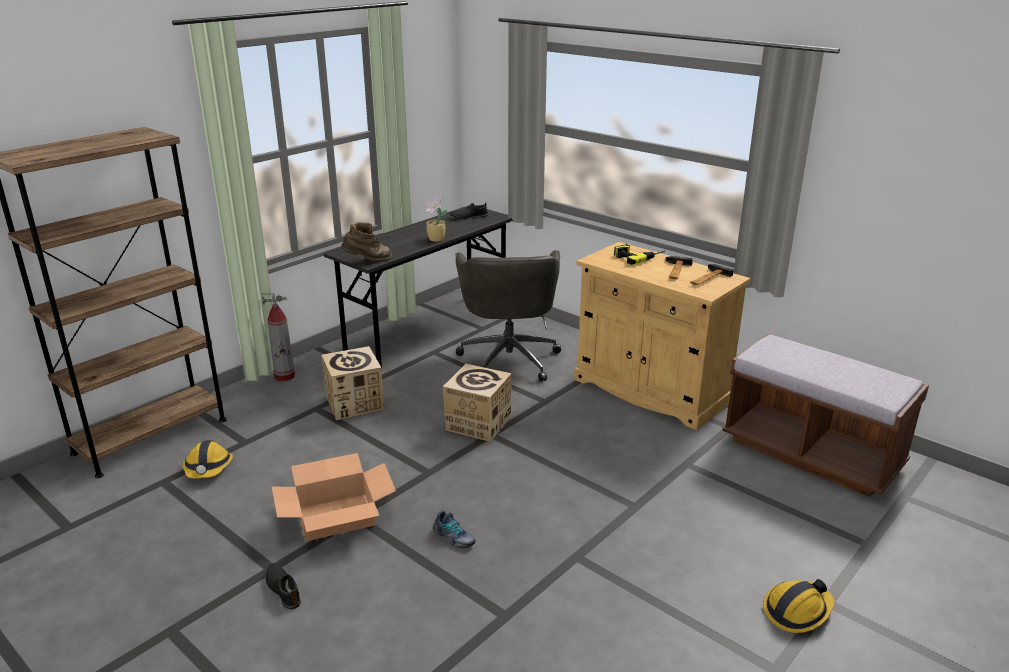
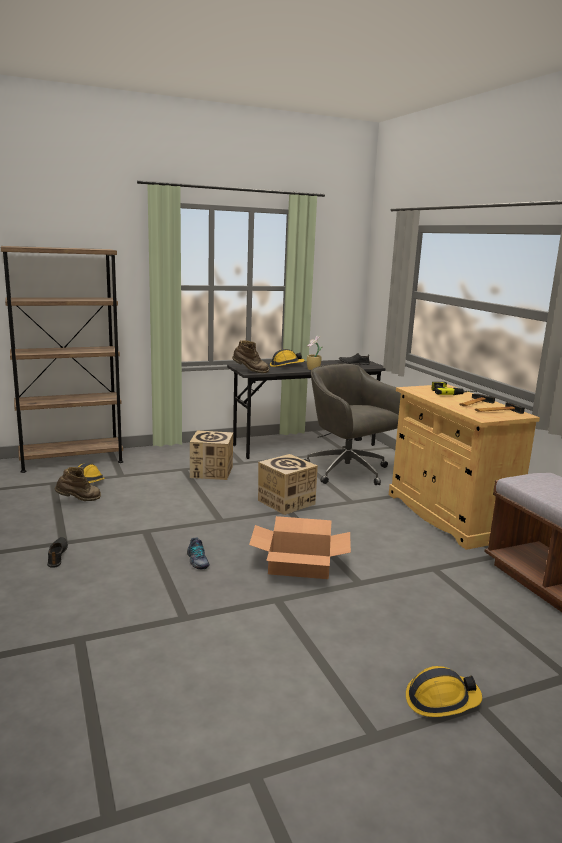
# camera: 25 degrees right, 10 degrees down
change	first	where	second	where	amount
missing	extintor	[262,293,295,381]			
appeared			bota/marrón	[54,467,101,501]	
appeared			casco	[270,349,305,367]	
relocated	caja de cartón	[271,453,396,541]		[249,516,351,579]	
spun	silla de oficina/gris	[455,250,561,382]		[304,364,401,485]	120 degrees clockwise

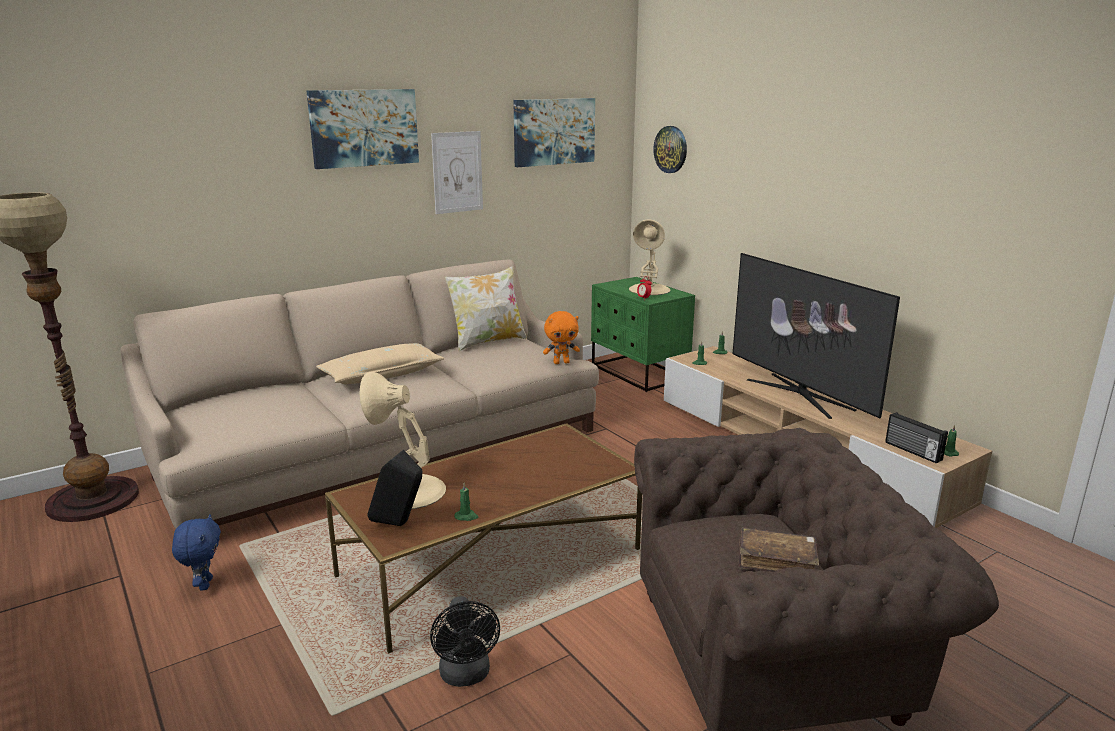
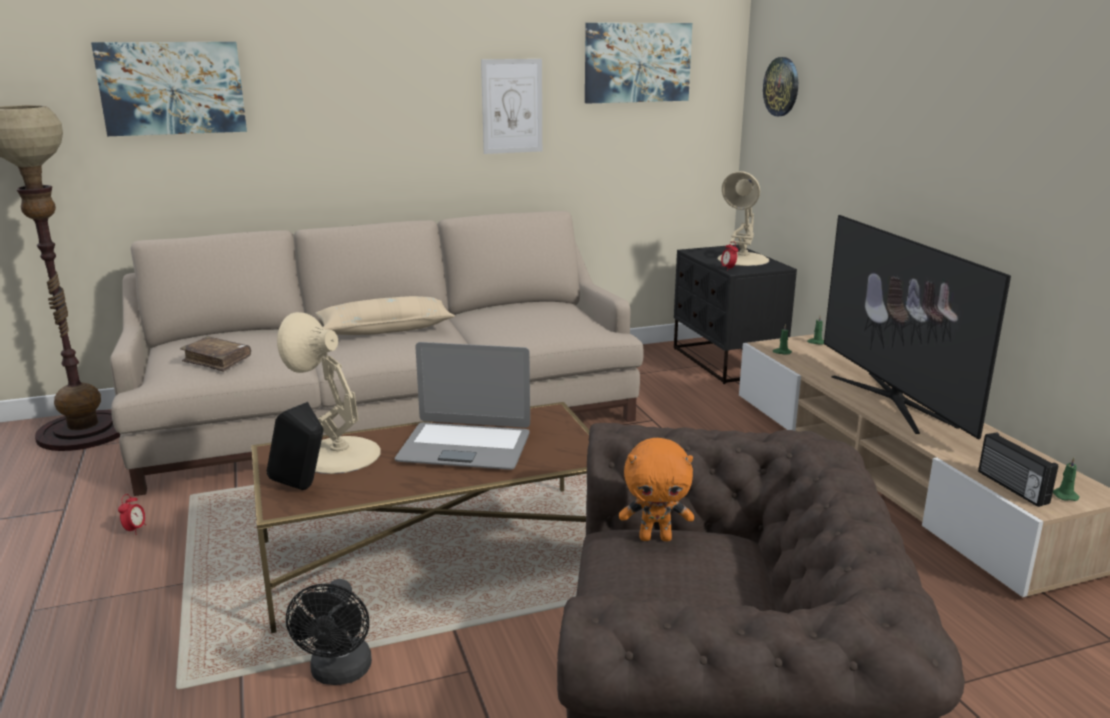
# camera: 15 degrees right, 0 degrees up
change	first	where	second	where	amount
missing	cojín	[444,266,527,352]			
missing	vela/verde	[454,483,478,521]			
appeared			portátil	[395,342,530,470]	
relocated	cuadro	[306,89,419,169]		[91,42,247,136]	
relocated	peluche/naranja	[543,311,580,364]		[619,438,694,541]	
relocated	libro/marrón	[738,527,819,572]		[180,337,251,372]	
exchanged	peluche/azul	[172,514,221,591]	despertador	[118,494,146,535]	
colour	mesita de noche/verde	[591,277,695,392]	mesita de noche/negro	[674,245,797,384]	

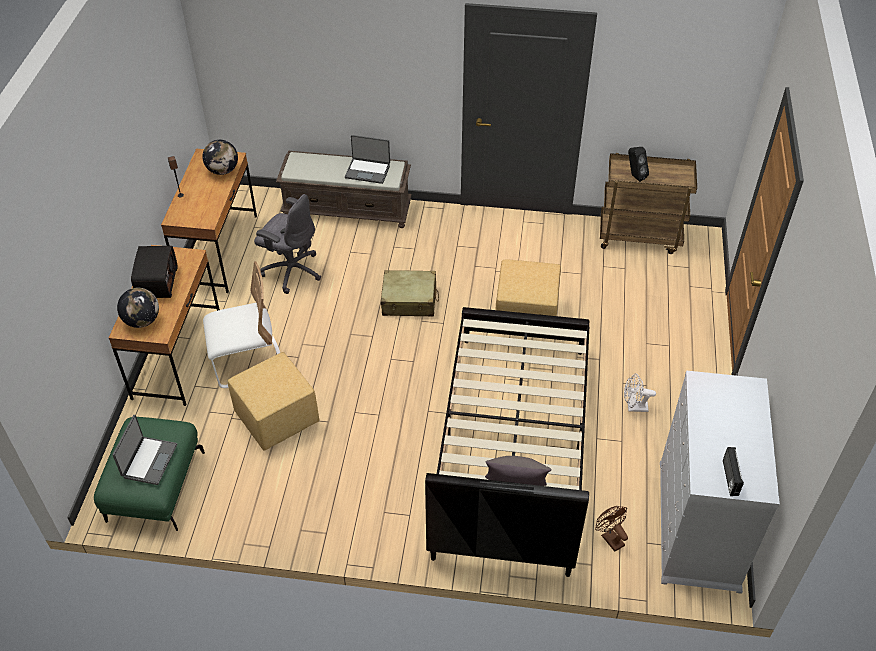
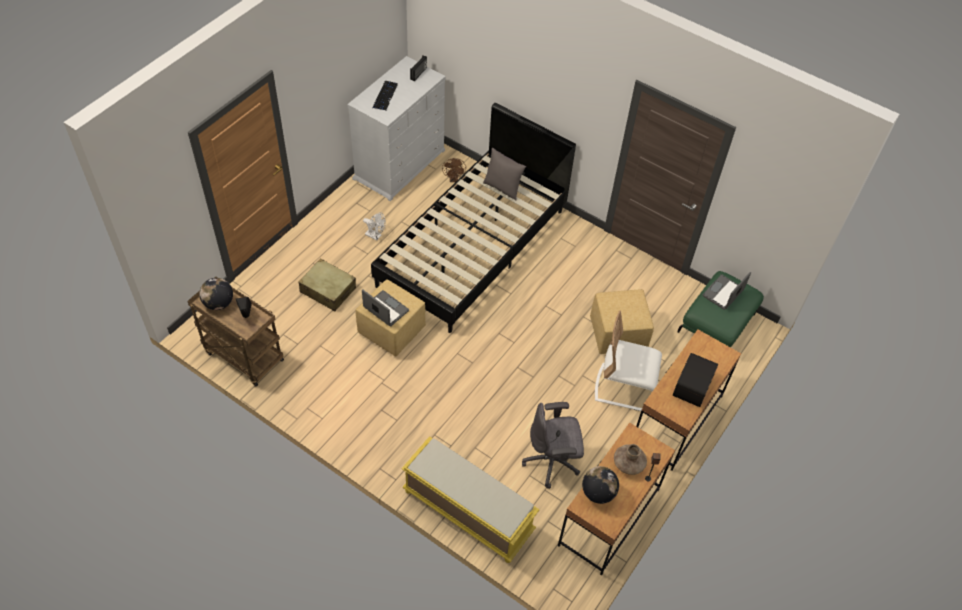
# camera: 155 degrees left, 5 degrees up
change	first	where	second	where	amount
appeared			teclado	[372,80,398,110]	
appeared			florero/marrón	[614,444,647,475]	
relocated	globo terráqueo	[117,288,159,328]		[199,278,233,310]	
relocated	portátil	[345,135,390,184]		[362,289,409,327]	
relocated	maleta/beis	[381,270,439,316]		[298,258,356,311]	
colour	banco/marrón	[276,151,412,228]	banco/amarillo	[401,436,539,563]	
spun	silla de oficina/gris	[254,194,321,294]		[522,402,584,489]	60 degrees counterclockwise

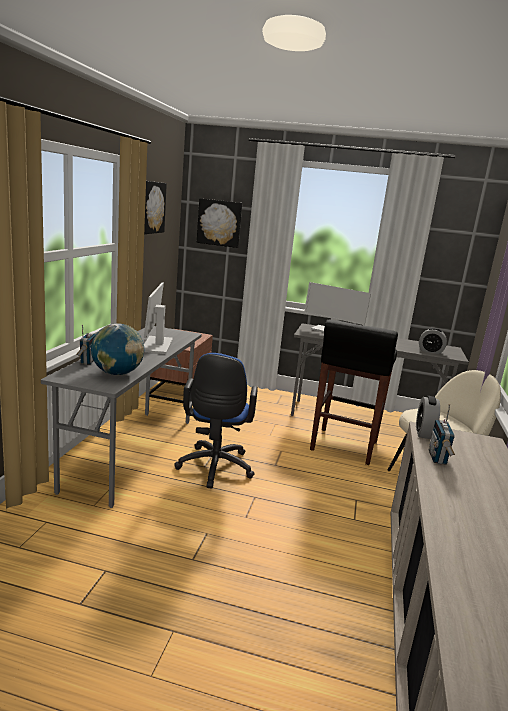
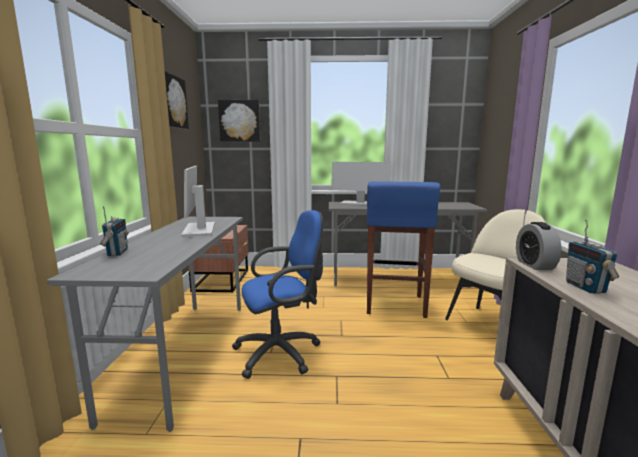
# camera: 10 degrees left, 5 degrees down
change	first	where	second	where	amount
missing	globo terráqueo	[91,323,144,375]			
missing	despertador	[419,328,447,354]			
colour	taburete/negro	[310,319,398,465]	taburete/azul	[367,181,440,318]	
spun	silla de oficina/azul	[174,353,258,489]		[232,210,323,379]	105 degrees counterclockwise

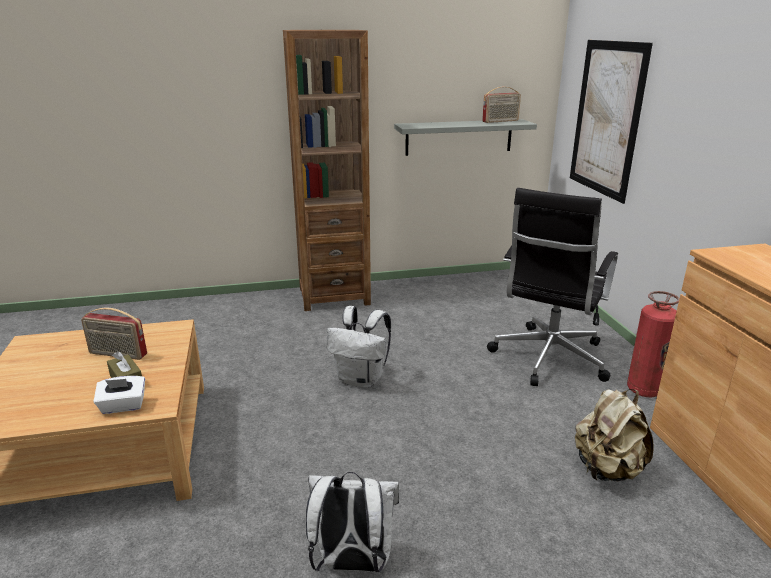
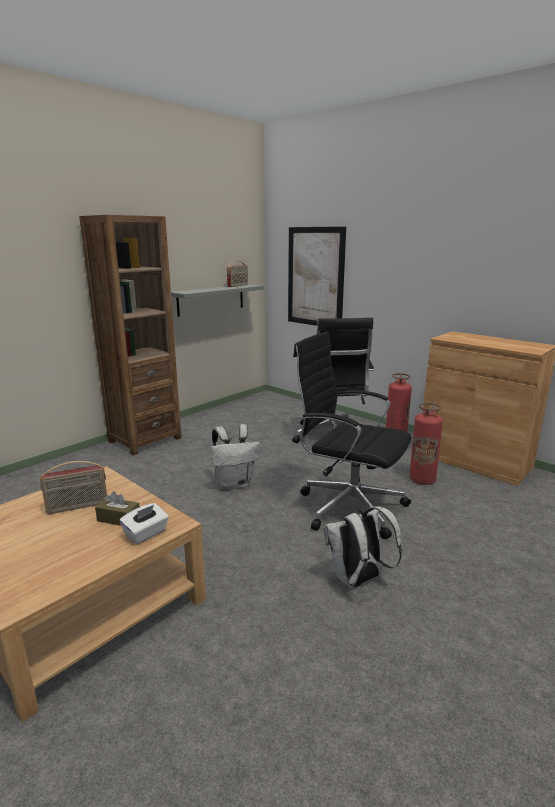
# camera: 35 degrees left, 5 degrees down
change	first	where	second	where	amount
appeared			silla de oficina/negro	[293,331,411,539]	
exchanged	mochila/beis	[575,389,654,481]	extintor	[410,403,443,485]	

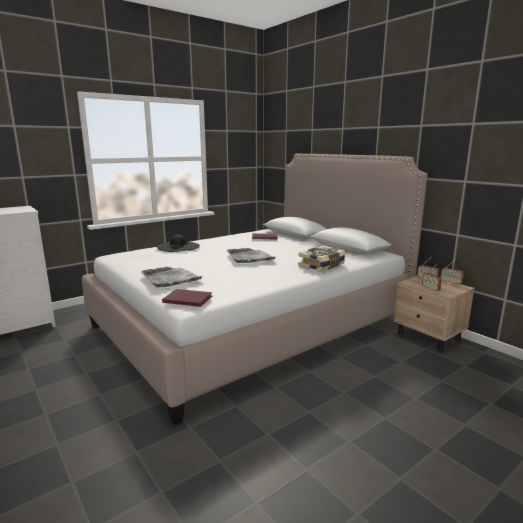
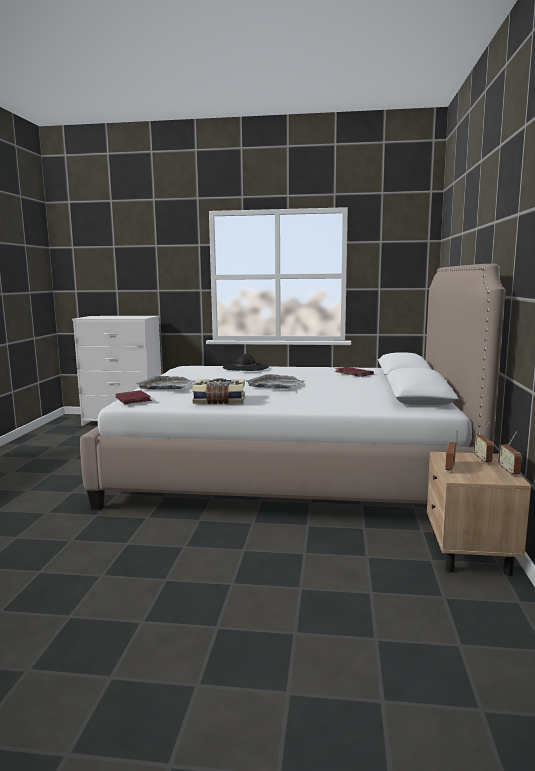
# camera: 45 degrees right, 5 degrees down
change	first	where	second	where	amount
relocated	libro	[298,246,345,272]		[192,378,245,404]	

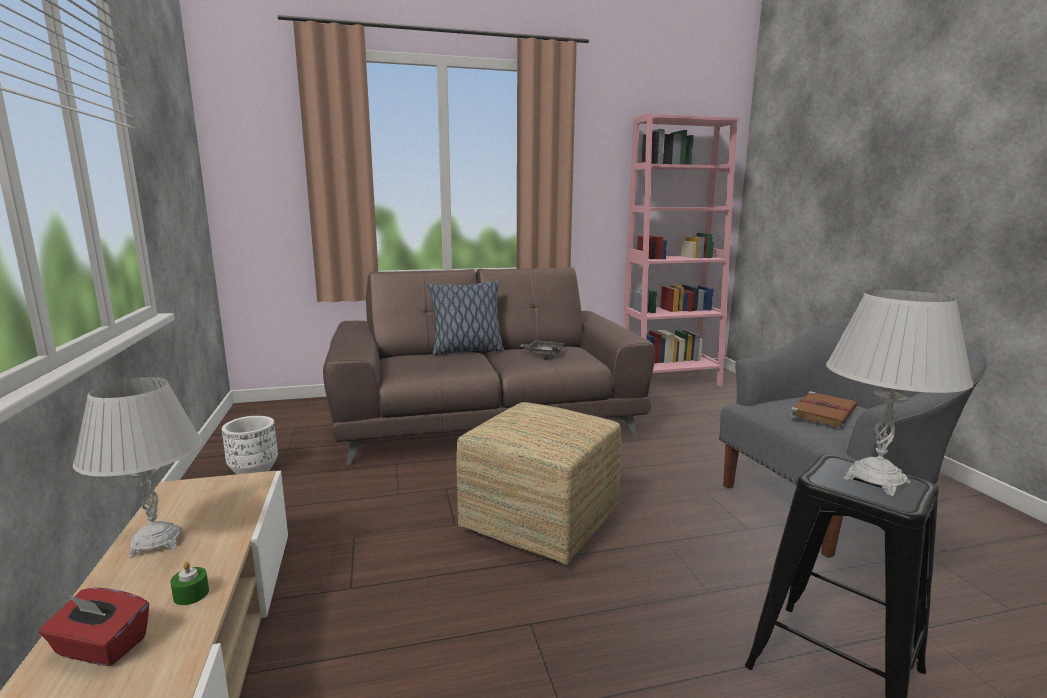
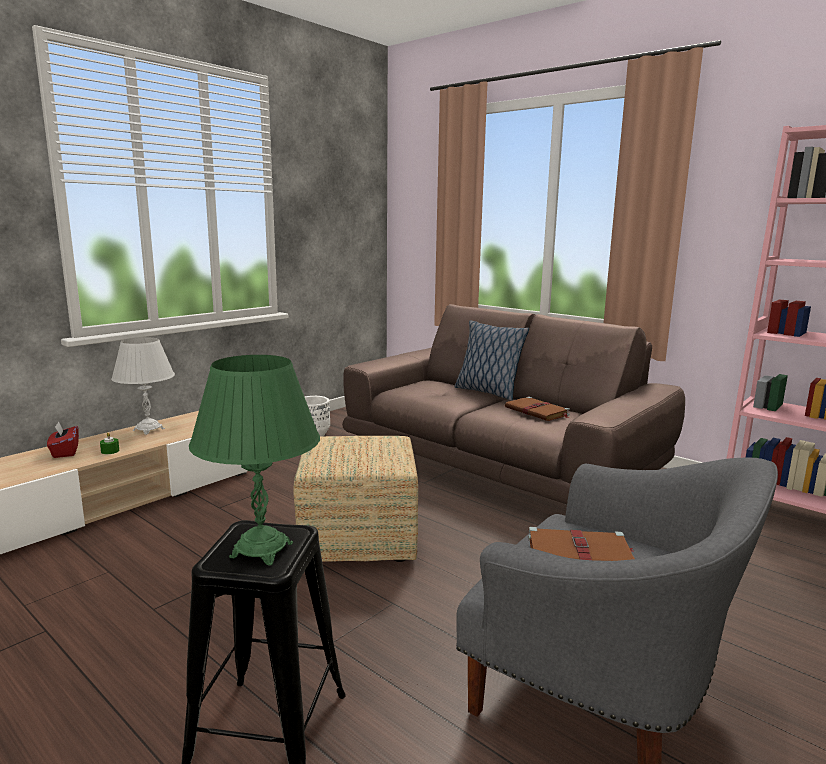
# camera: 55 degrees right, 0 degrees up
change	first	where	second	where	amount
exchanged	bandeja/gris	[520,340,565,355]	libro/marrón	[505,397,570,421]	
colour	lámpara de mesa/blanco	[826,290,973,496]	lámpara de mesa/verde	[189,355,320,566]	

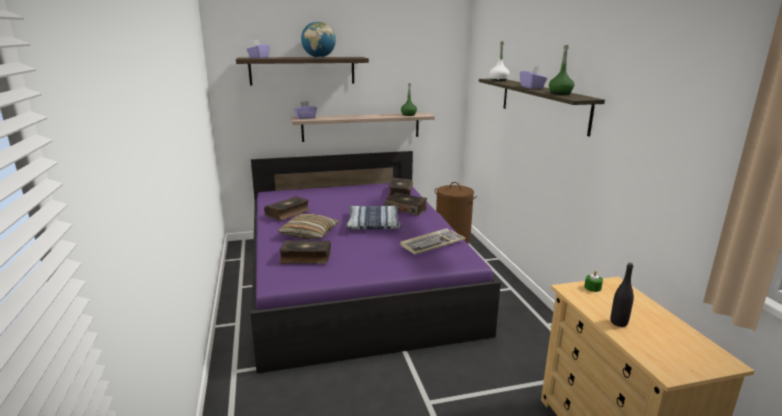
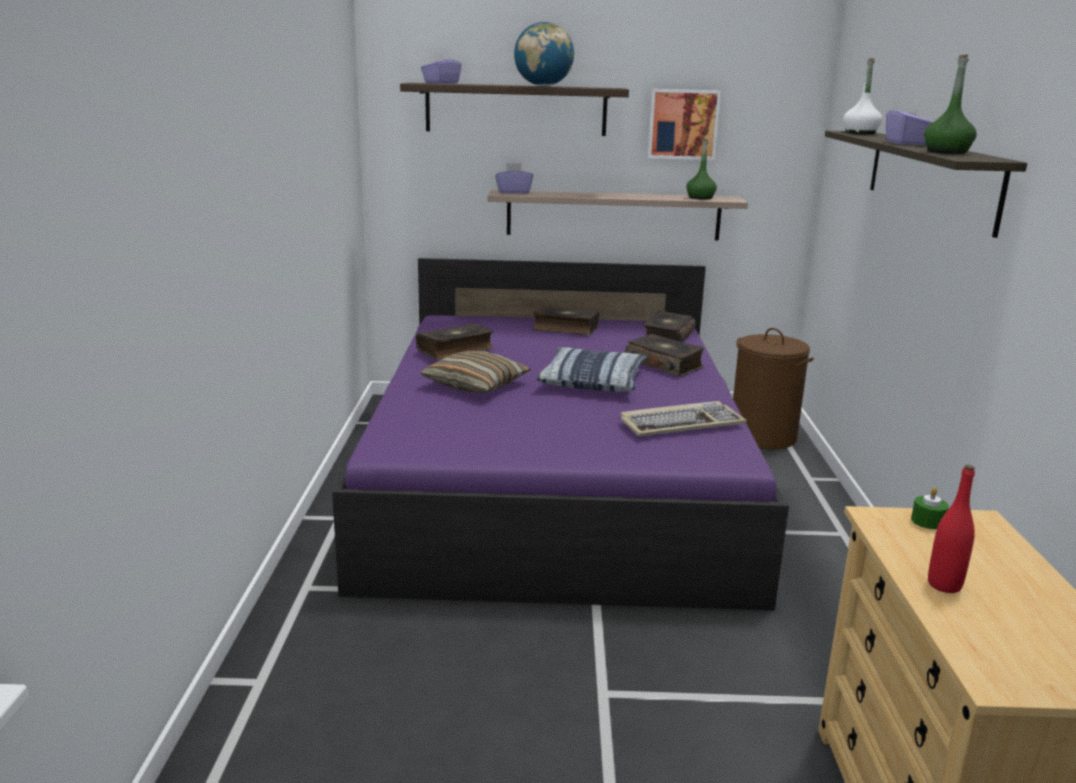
# camera: 15 degrees right, 0 degrees up
change	first	where	second	where	amount
appeared			cuadro	[647,89,721,160]	
relocated	libro	[279,240,331,264]		[533,306,599,335]	
colour	botella/negro	[610,263,634,327]	botella/rojo	[928,465,975,593]	

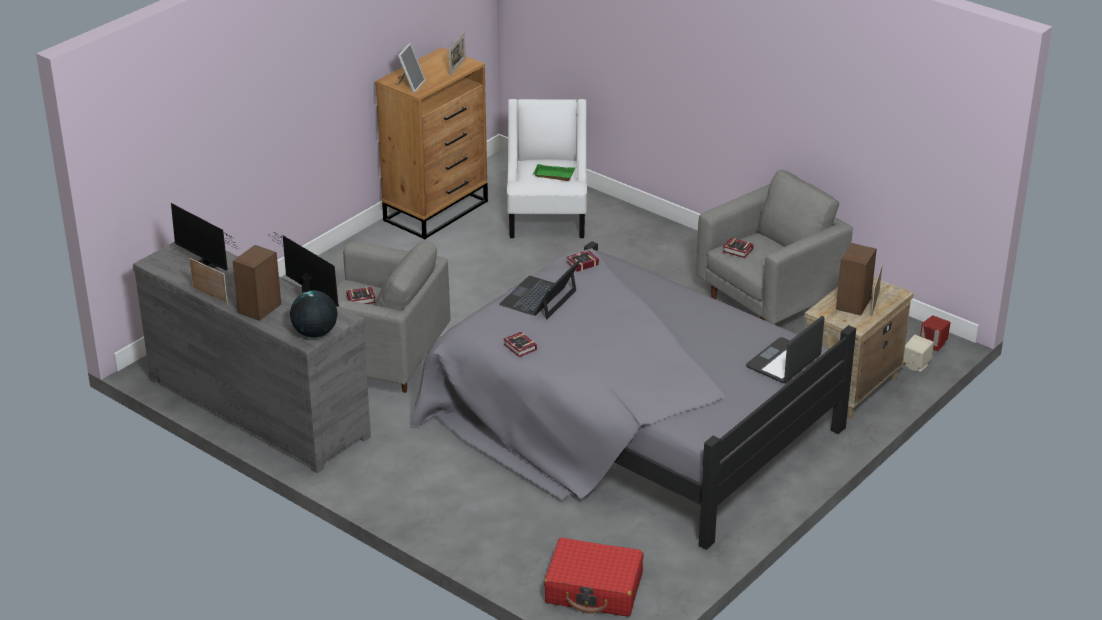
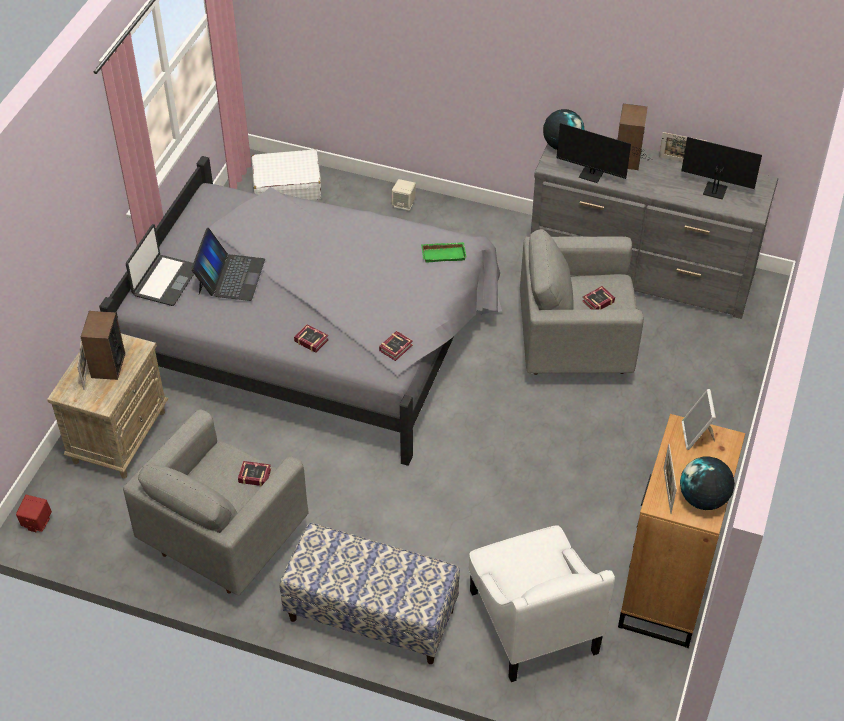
# camera: 160 degrees right, 15 degrees up
change	first	where	second	where	amount
appeared			banco	[280,523,460,664]	
appeared			globo terráqueo	[680,457,735,510]	
relocated	portátil	[499,261,580,320]		[191,228,265,301]	
relocated	libro	[503,332,537,357]		[294,324,329,353]	
relocated	bandeja/verde	[533,164,575,181]		[421,242,466,263]	
relocated	altavoz/beis	[903,335,934,372]		[392,179,416,211]	
colour	maleta/rojo	[544,538,643,617]	maleta/blanco	[252,149,321,200]	

